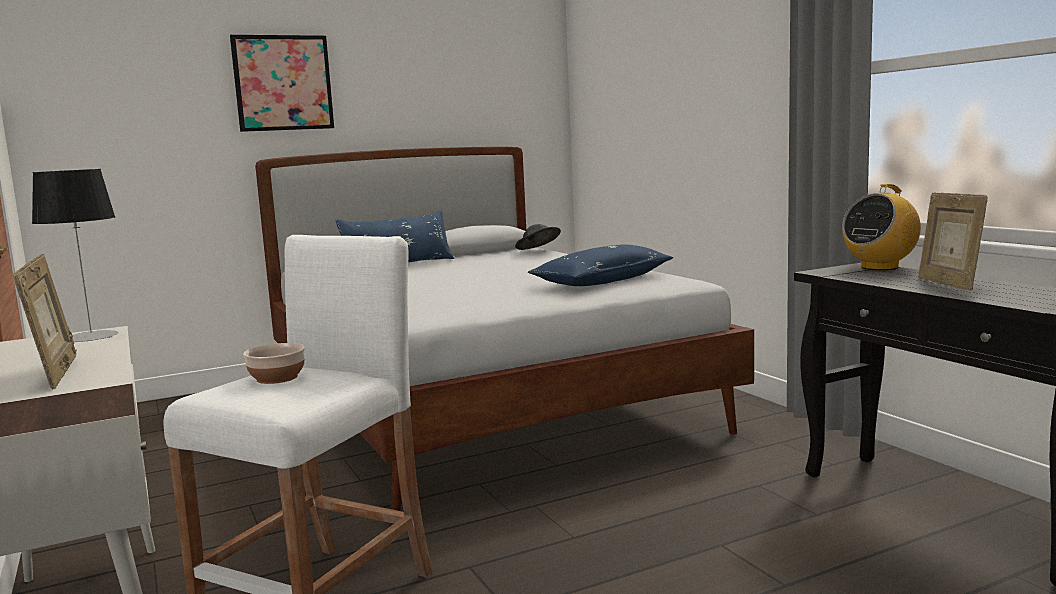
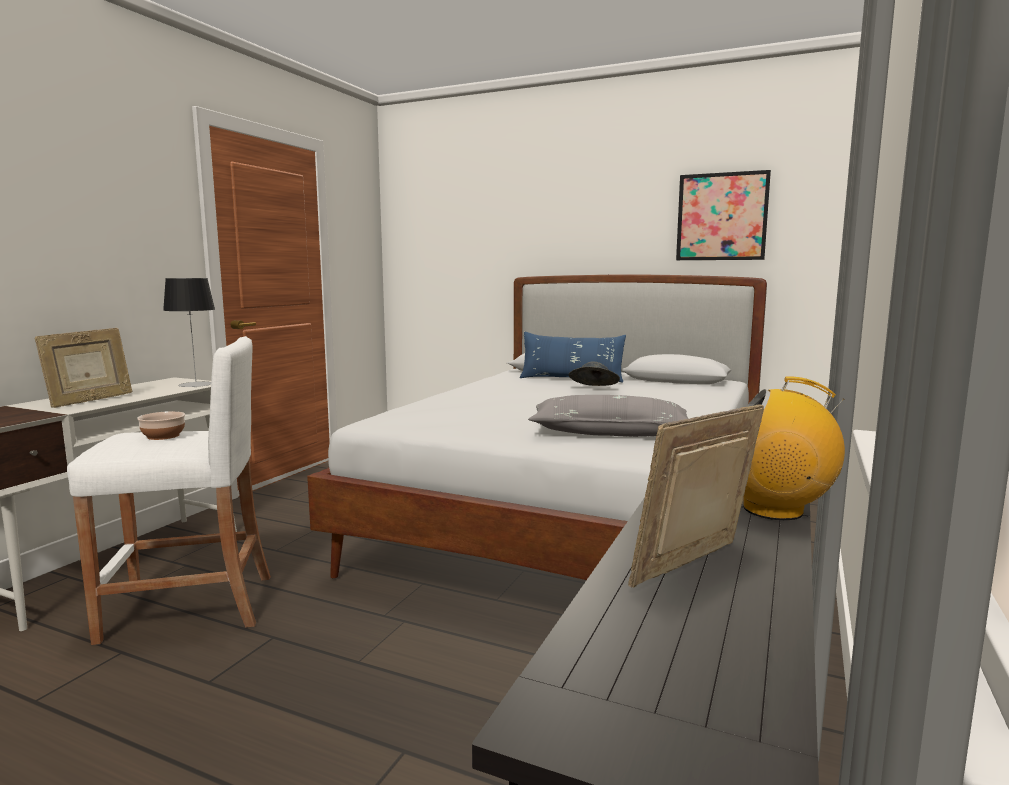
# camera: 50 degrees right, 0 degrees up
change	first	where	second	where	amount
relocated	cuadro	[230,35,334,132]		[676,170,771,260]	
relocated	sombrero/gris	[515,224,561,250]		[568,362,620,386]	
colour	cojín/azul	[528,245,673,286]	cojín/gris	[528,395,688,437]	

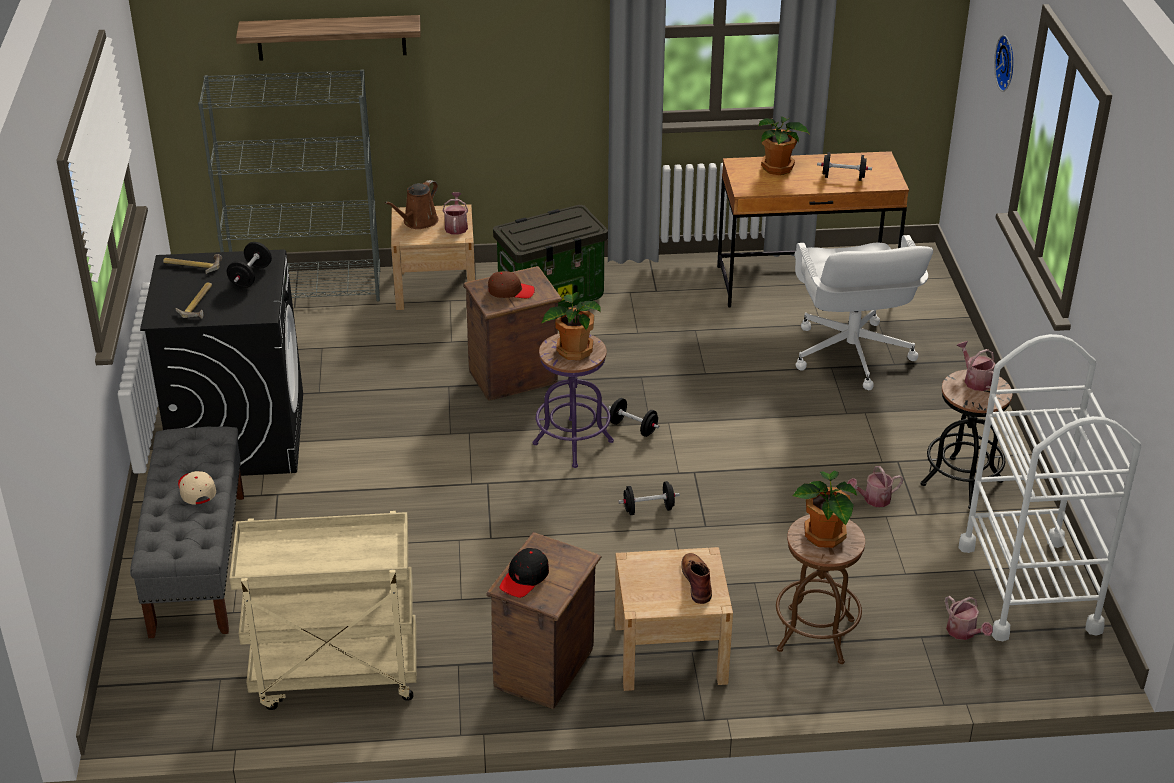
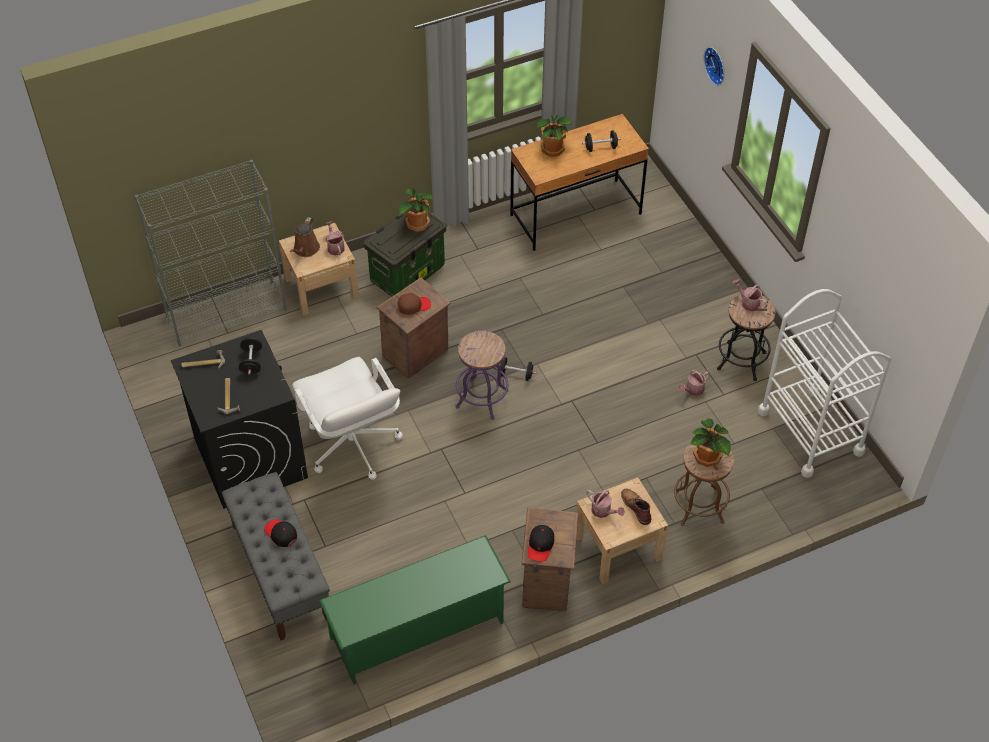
# camera: 20 degrees left, 15 degrees up
change	first	where	second	where	amount
missing	estante	[236,15,421,61]			
missing	mancuerna/negro	[618,481,680,515]			
relocated	planta en maceta	[541,292,601,360]		[398,188,433,232]	
relocated	silla de oficina/blanco	[794,235,933,390]		[292,357,403,480]	
relocated	regadera	[945,596,993,640]		[586,490,625,518]	
exchanged	carrito/beis	[229,511,417,710]	zapatero/verde	[319,535,511,684]	
colour	gorra/beis	[178,471,216,505]	gorra/negro	[264,519,297,547]	

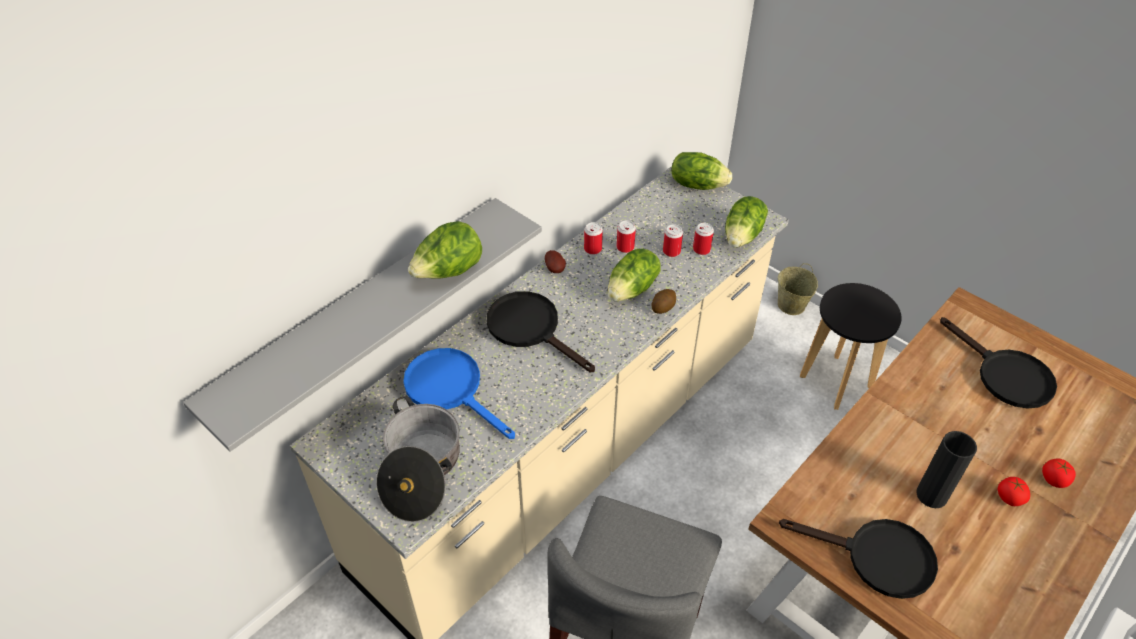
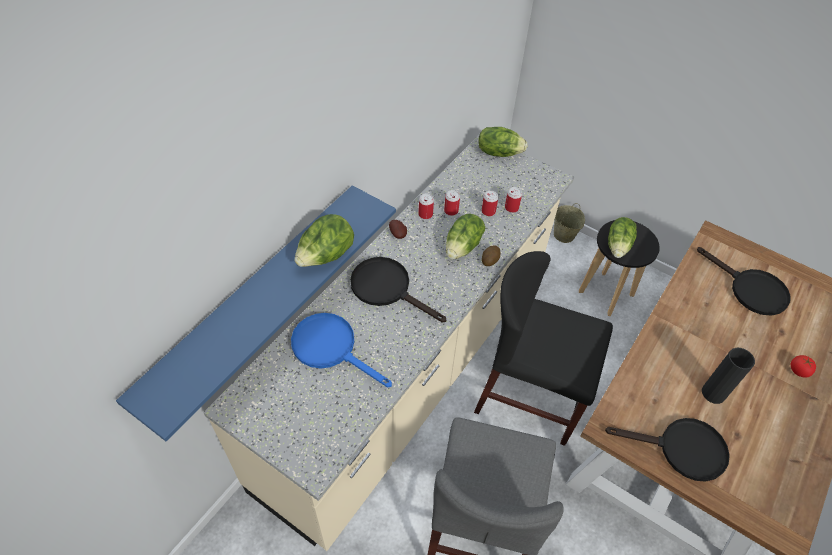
# camera: 10 degrees left, 5 degrees up
change	first	where	second	where	amount
missing	olla	[376,396,460,522]			
missing	tomate	[998,477,1030,506]			
appeared			silla/negro	[474,251,613,446]	
relocated	lechuga	[725,196,768,248]		[608,217,637,258]	
colour	estante/gris	[183,198,542,452]	estante/azul	[116,185,396,441]	

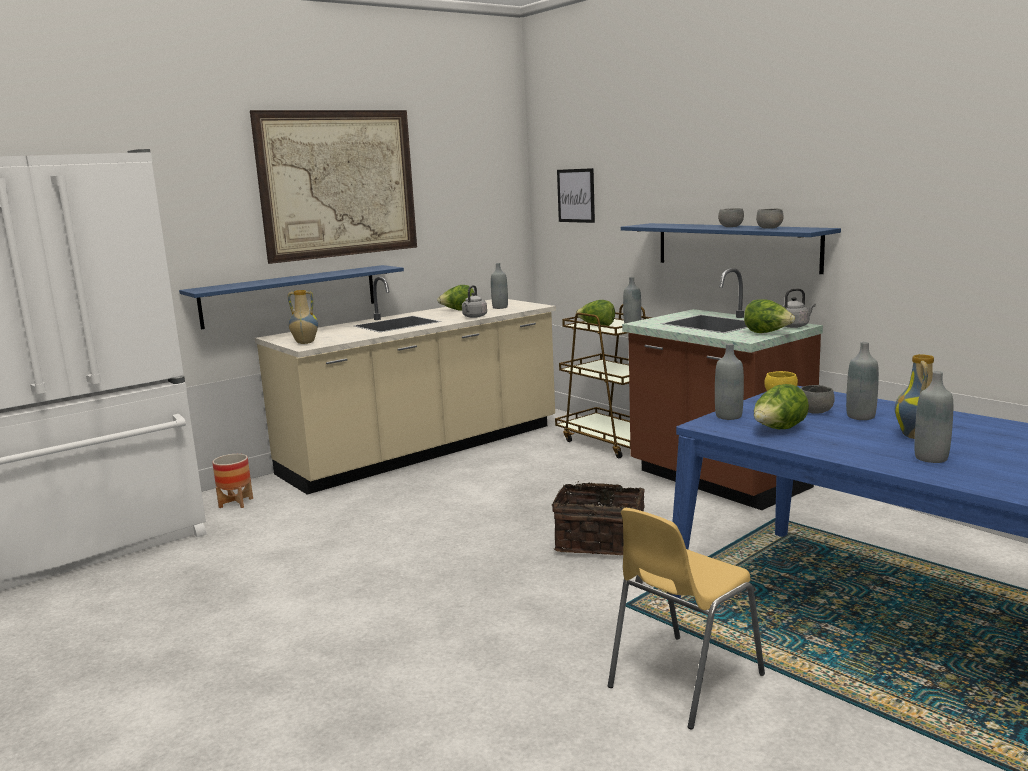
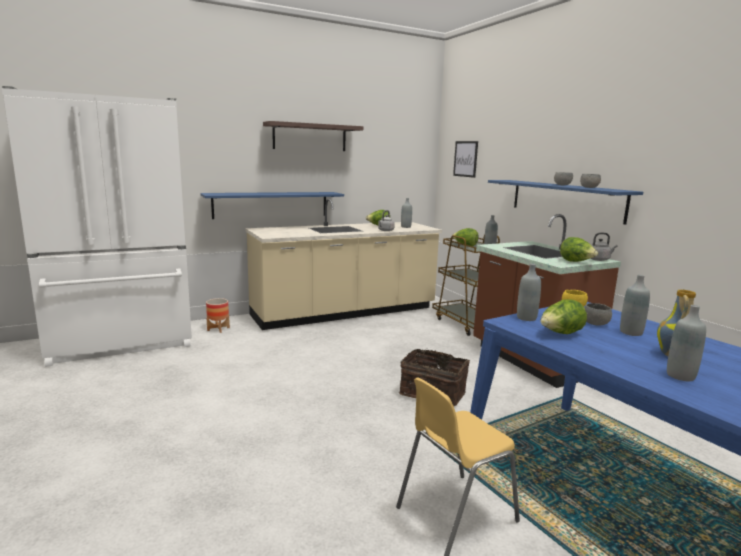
# camera: 10 degrees right, 0 degrees up
change	first	where	second	where	amount
missing	florero	[288,290,318,344]			
exchanged	cuadro	[250,110,417,264]	estante	[263,121,363,151]	

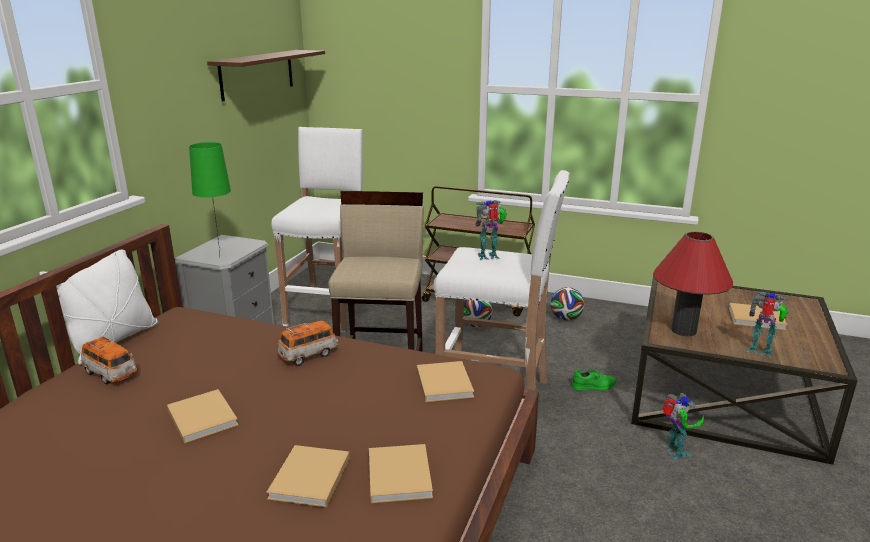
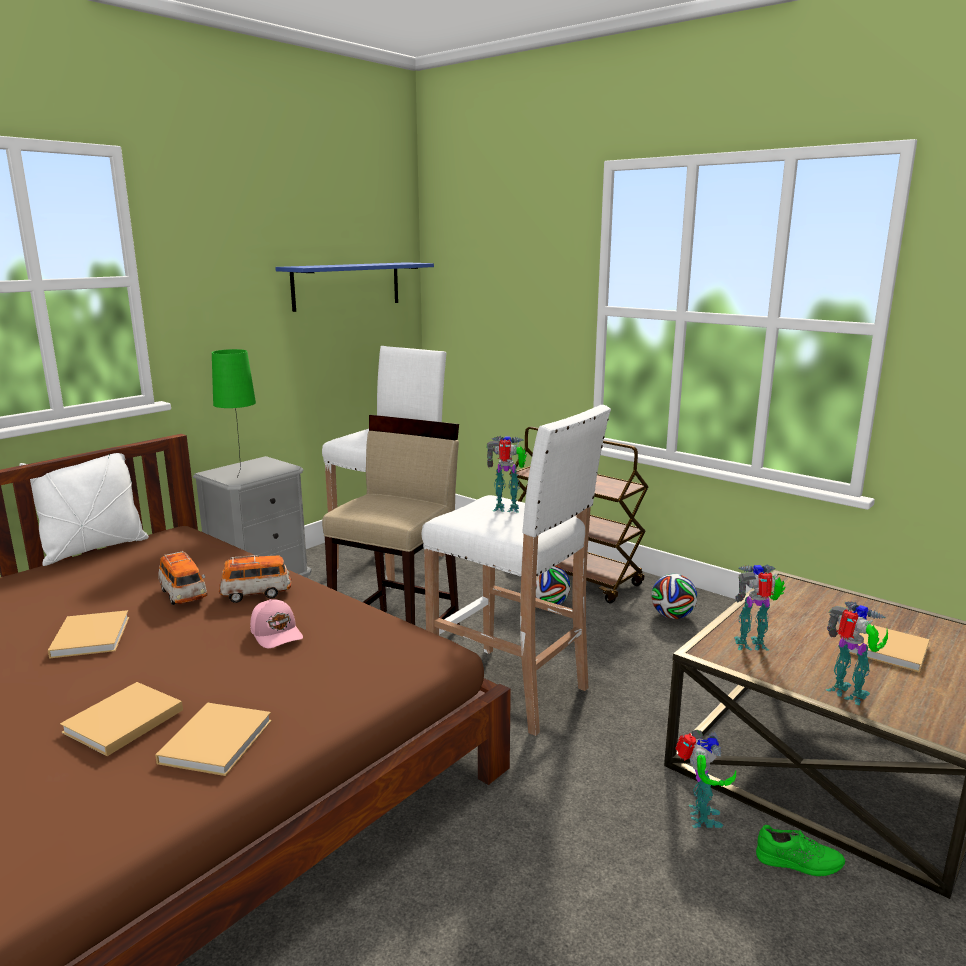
# camera: 20 degrees right, 5 degrees down
change	first	where	second	where	amount
missing	libro/beis	[417,361,474,402]			
appeared			gorra/rosa	[250,599,303,648]	
relocated	coche de juguete	[81,336,138,384]		[158,551,207,605]	
relocated	zapato/verde	[572,369,617,391]		[756,825,845,876]	
exchanged	lámpara de mesa/rojo	[653,232,733,337]	robot de juguete	[734,565,786,650]	
colour	estante/marrón	[207,50,325,102]	estante/azul	[275,262,434,312]	

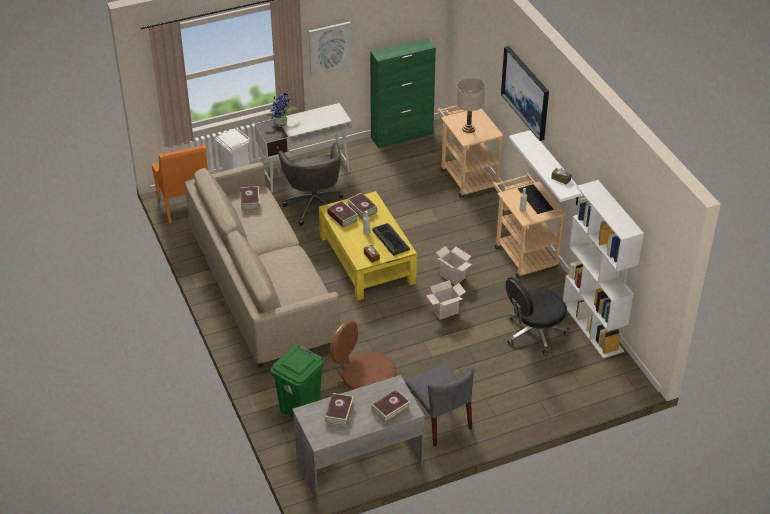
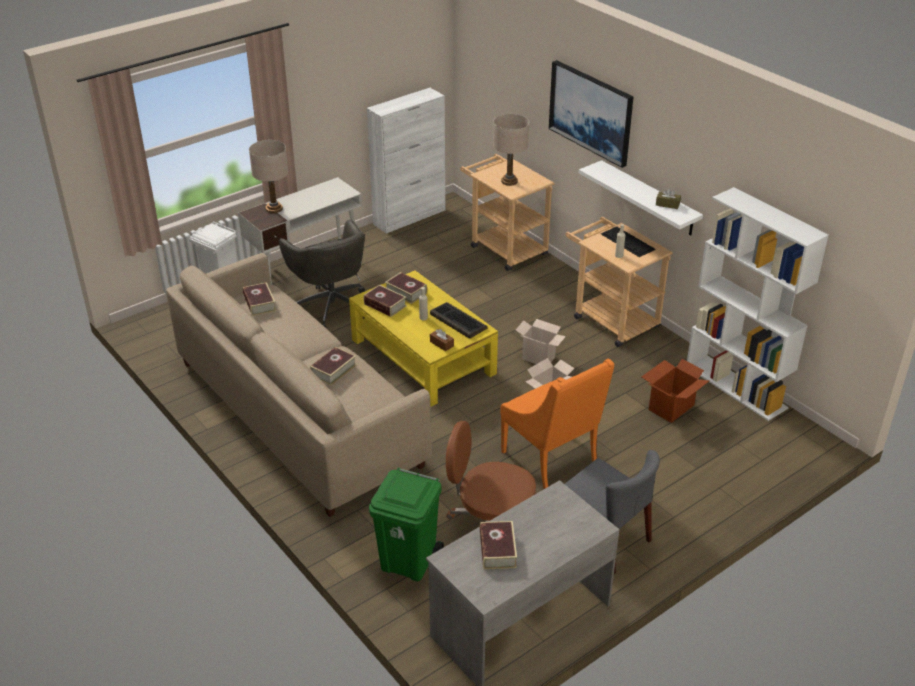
# camera: 15 degrees left, 5 degrees down
change	first	where	second	where	amount
missing	cuadro	[308,22,351,76]			
relocated	sillón/naranja	[152,145,208,223]		[500,359,614,489]	
relocated	libro	[371,389,410,424]		[310,347,357,386]	
exchanged	planta en maceta	[263,87,298,127]	lámpara de mesa/beis	[249,140,288,213]	
exchanged	silla de oficina/negro	[506,277,570,356]	caja de cartón	[642,359,709,423]	
colour	armario/verde	[370,38,436,148]	armario/blanco	[367,88,445,234]	

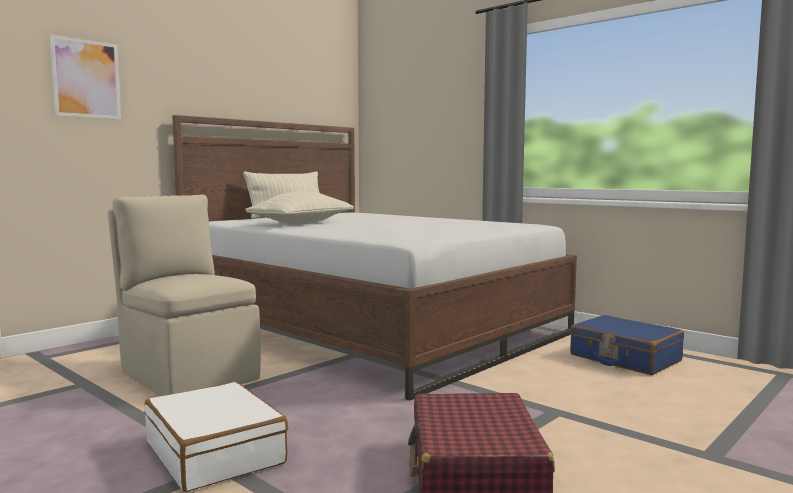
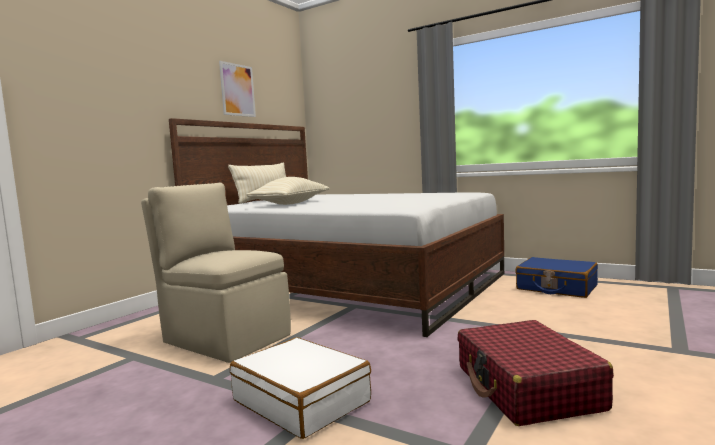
# camera: 10 degrees left, 0 degrees up
change	first	where	second	where	amount
relocated	cuadro	[50,35,121,120]		[219,61,256,117]	

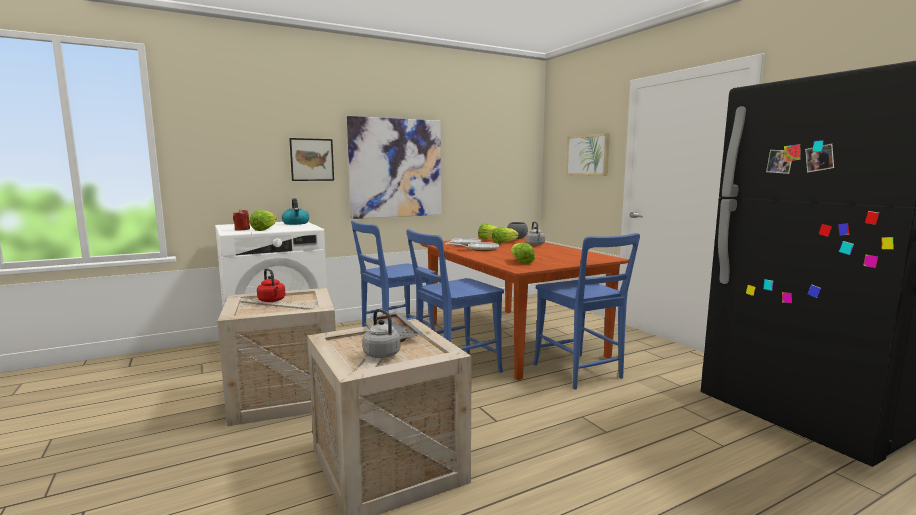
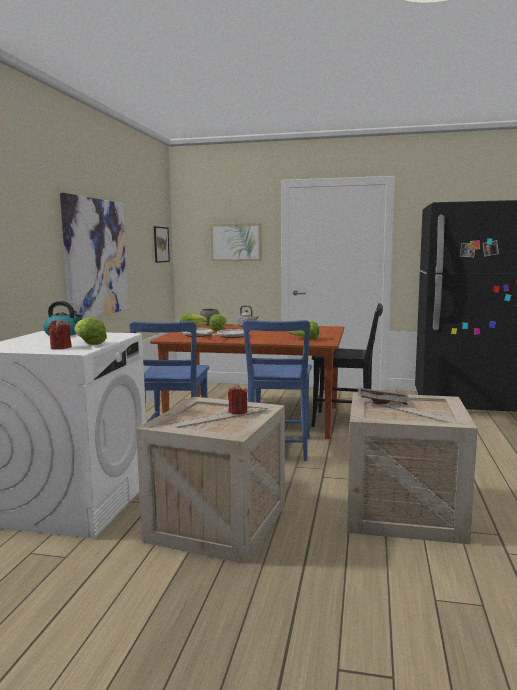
# camera: 50 degrees left, 0 degrees up
change	first	where	second	where	amount
missing	hervidor/rojo	[257,268,285,302]			
missing	hervidor/gris	[363,309,401,358]			
appeared			vela/rojo	[228,385,247,414]	
relocated	cuadro	[289,138,334,181]		[154,226,170,263]	
colour	silla/azul	[533,233,640,389]	silla/negro	[311,303,383,427]	

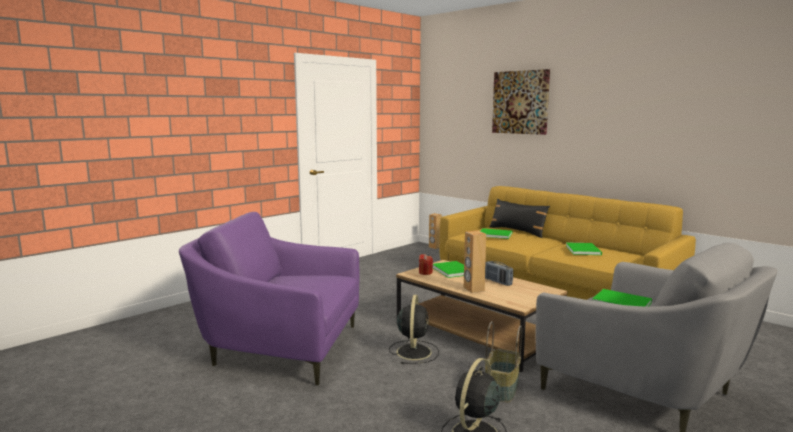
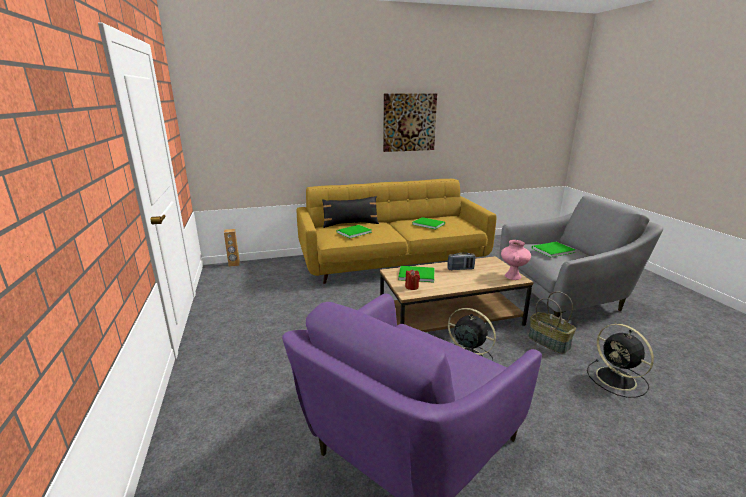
# camera: 60 degrees left, 10 degrees up
change	first	where	second	where	amount
missing	altavoz/marrón	[464,230,486,293]			
appeared			florero/rosa	[501,240,531,280]	
relocated	cuadro	[492,69,550,135]		[383,94,437,152]	

